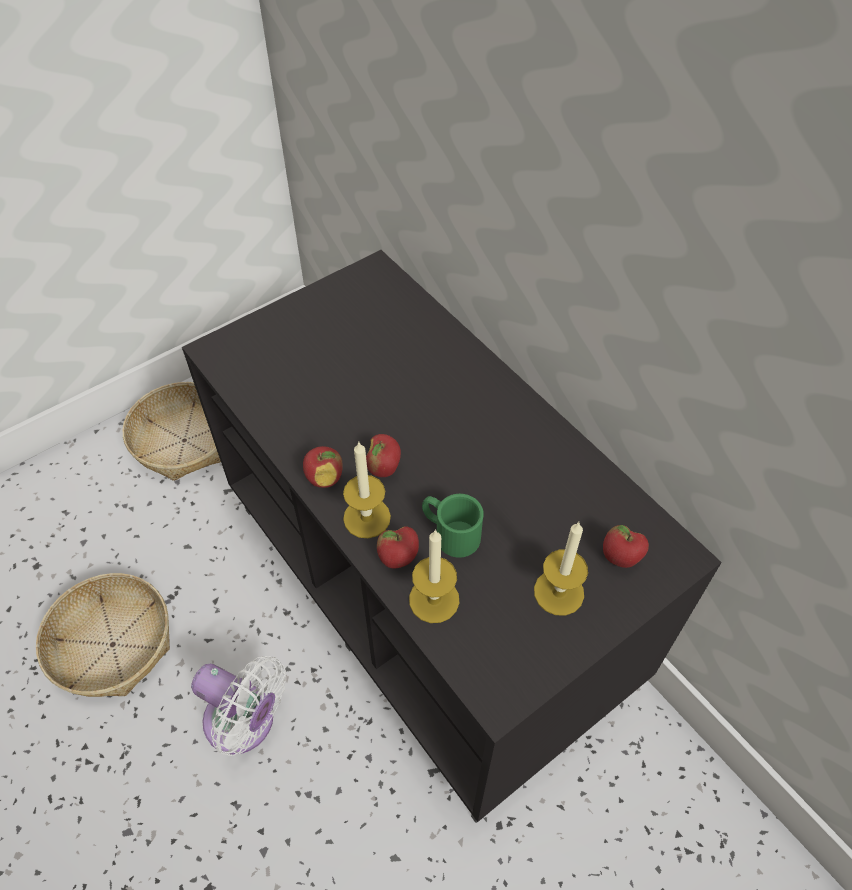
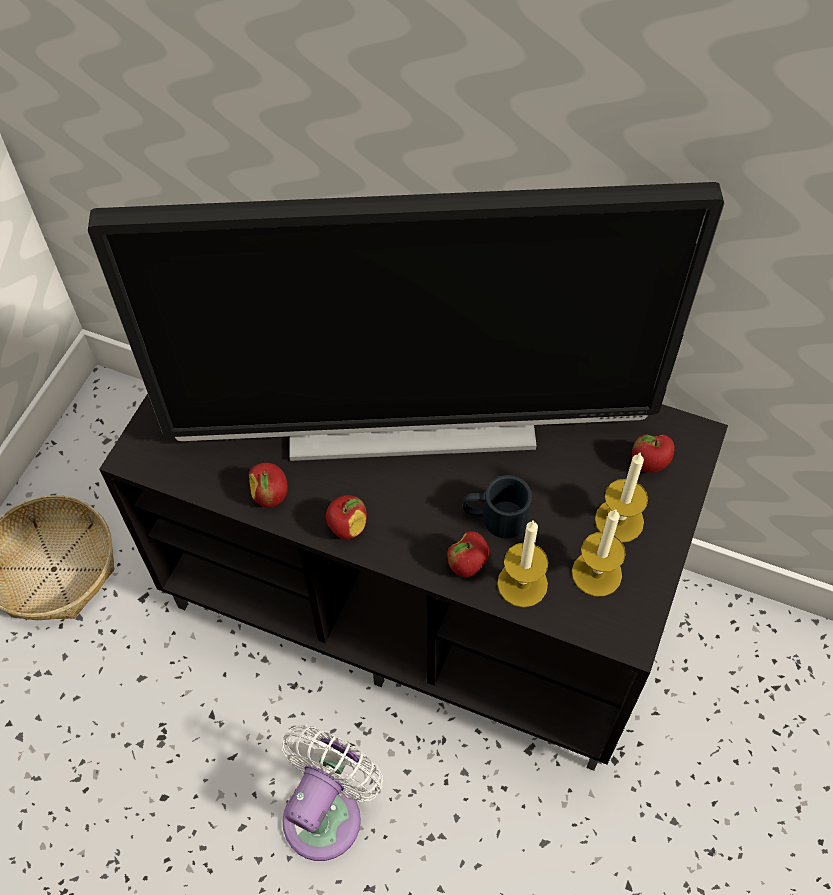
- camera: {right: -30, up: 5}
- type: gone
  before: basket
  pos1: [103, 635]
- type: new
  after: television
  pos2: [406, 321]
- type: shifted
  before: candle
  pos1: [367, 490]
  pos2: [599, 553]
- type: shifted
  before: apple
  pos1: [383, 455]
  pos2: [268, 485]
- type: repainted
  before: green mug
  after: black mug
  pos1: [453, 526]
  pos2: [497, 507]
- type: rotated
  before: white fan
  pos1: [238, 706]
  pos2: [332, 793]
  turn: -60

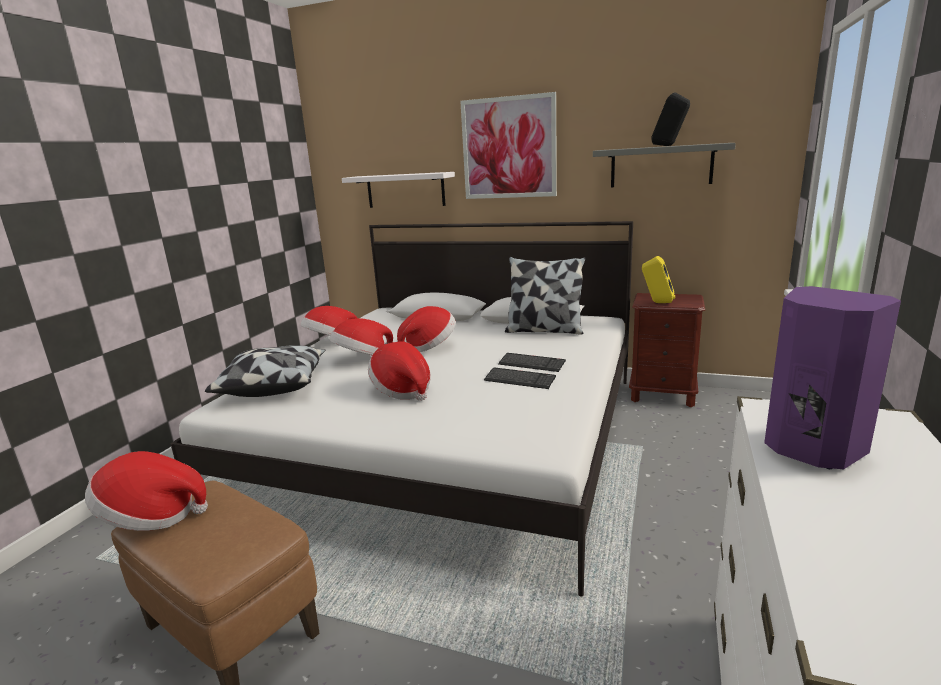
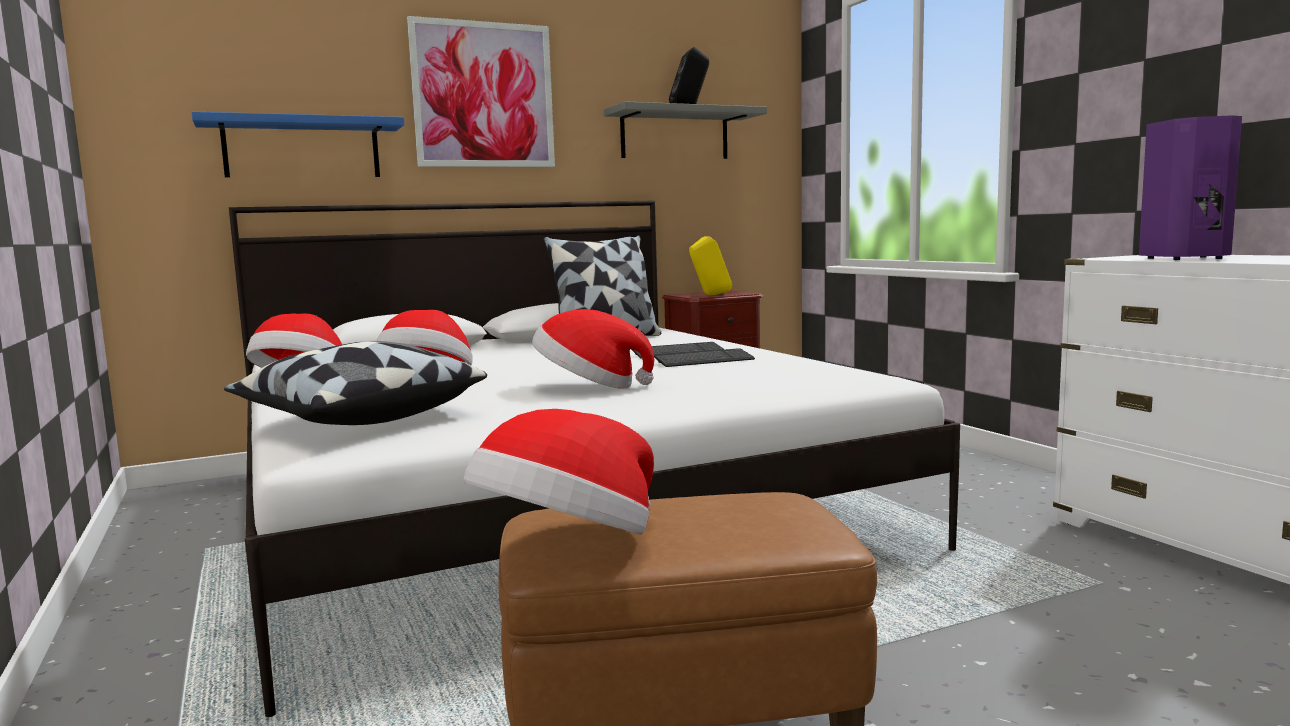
- camera: {right: -45, up: -10}
- type: gone
  before: hat
  pos1: [426, 329]
- type: repainted
  before: white shelf
  after: blue shelf
  pos1: [398, 190]
  pos2: [297, 144]

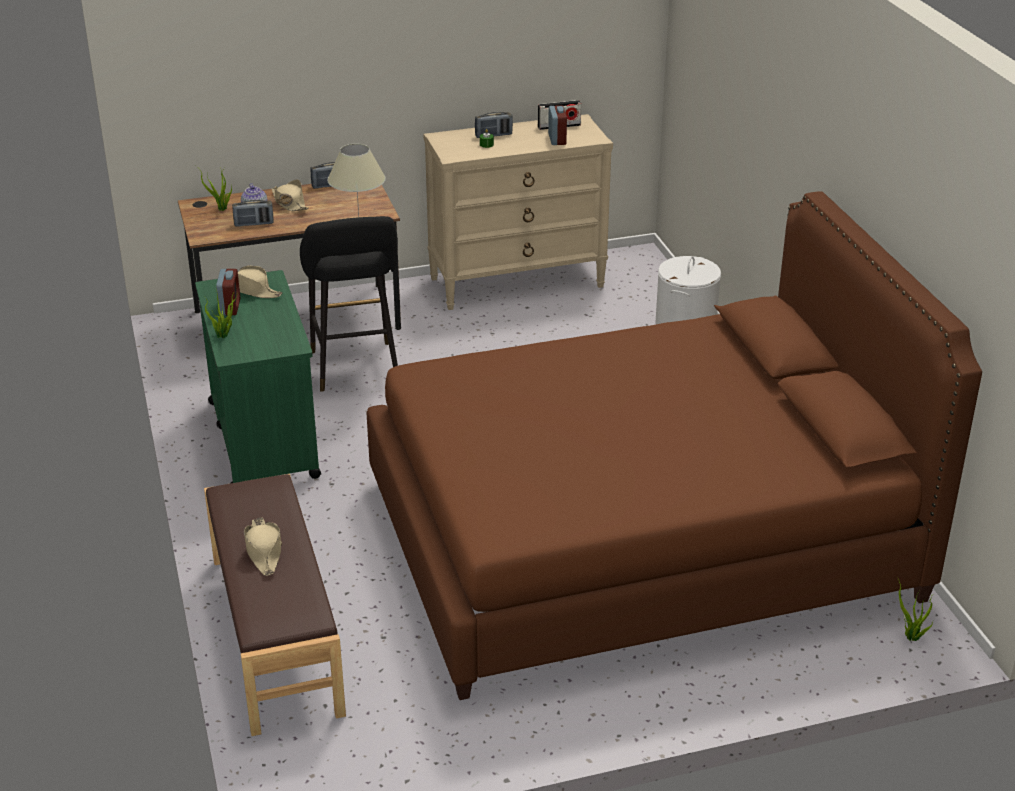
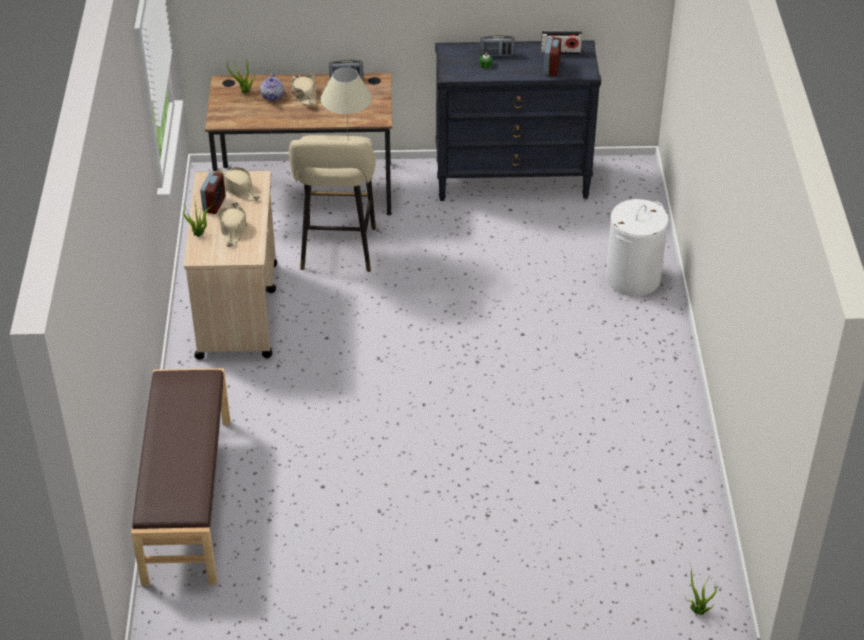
- camera: {right: 15, up: 10}
- type: gone
  before: radio
  pos1: [253, 213]
- type: gone
  before: brown bed
  pos1: [674, 446]
- type: shifted
  before: beige hat
  pos1: [263, 546]
  pos2: [232, 224]
- type: repainted
  before: green cart
  after: beige cart
  pos1: [258, 377]
  pos2: [230, 265]
- type: repainted
  before: black stool
  after: beige stool
  pos1: [349, 304]
  pos2: [332, 203]
- type: repainted
  before: beige dresser
  after: black dresser
  pos1: [518, 212]
  pos2: [518, 120]

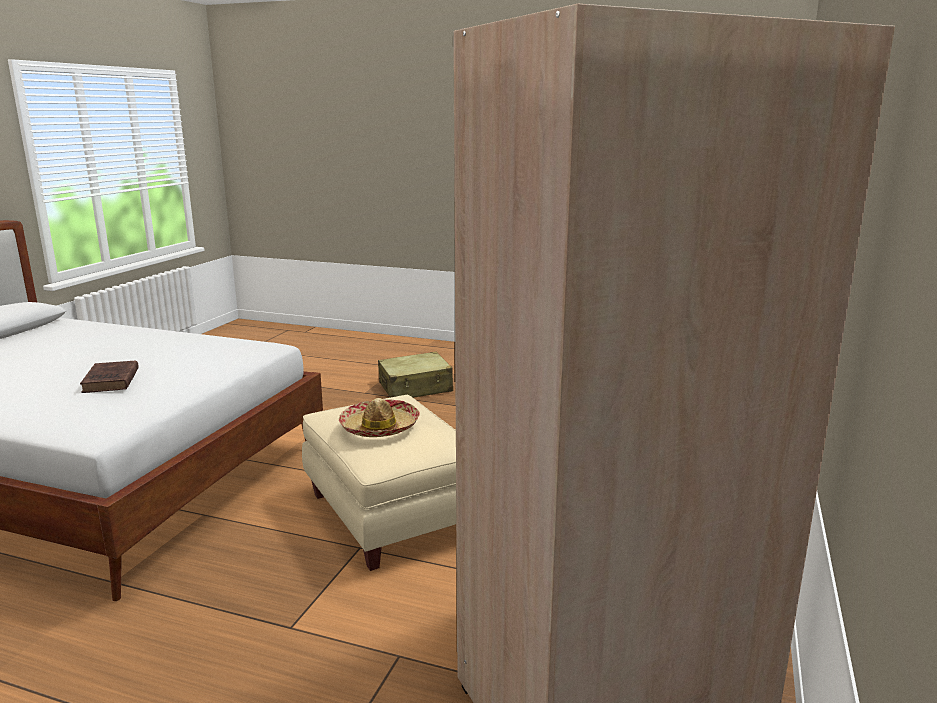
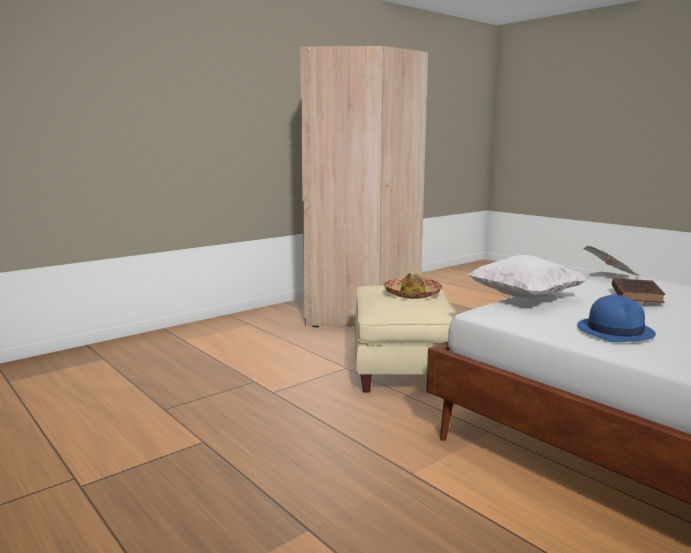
- camera: {right: -150, up: -5}
- type: gone
  before: beige suitcase
  pos1: [415, 375]
- type: new
  after: white pillow
  pos2: [527, 277]
- type: new
  after: blue hat
  pos2: [616, 318]
- type: new
  after: newspaper
  pos2: [610, 260]

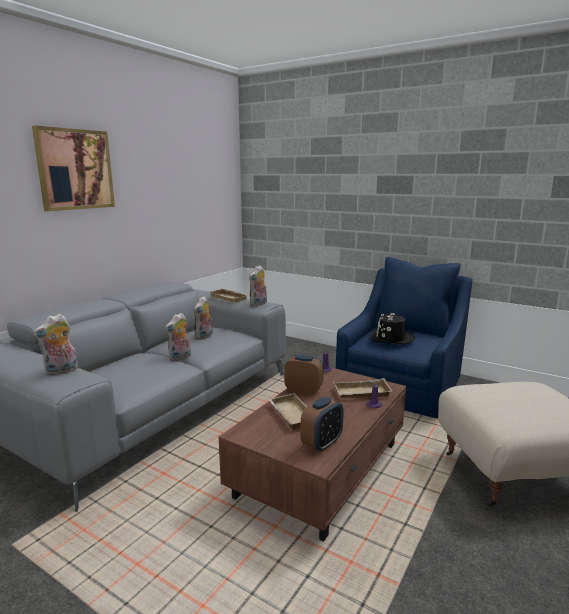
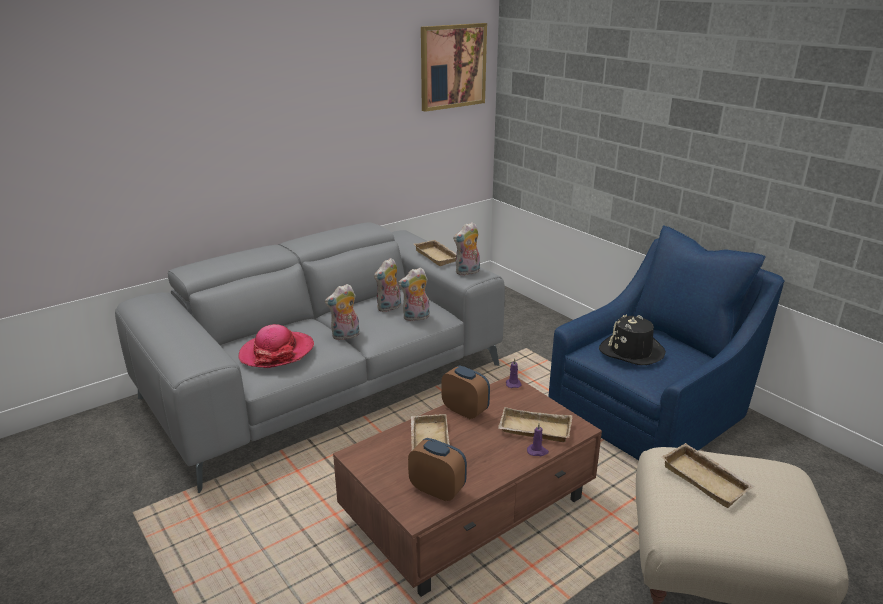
- camera: {right: 20, up: 10}
- type: new
  after: hat
  pos2: [276, 346]
- type: new
  after: beige tray
  pos2: [708, 475]
- type: shifted
  before: picture
  pos1: [73, 168]
  pos2: [454, 67]
- type: shifted
  before: plush toy
  pos1: [55, 345]
  pos2: [414, 294]
- type: rotated
  before: alarm clock
  pos1: [322, 424]
  pos2: [437, 469]
  turn: -120

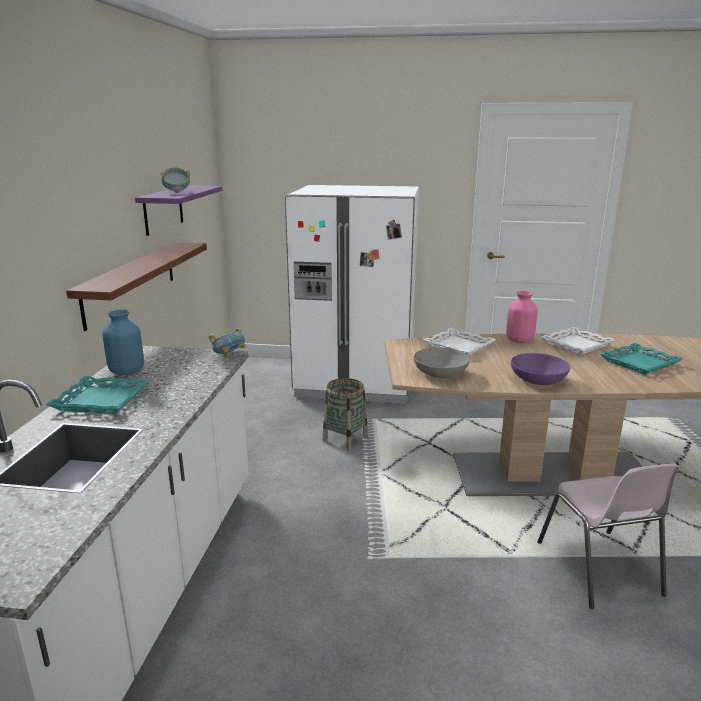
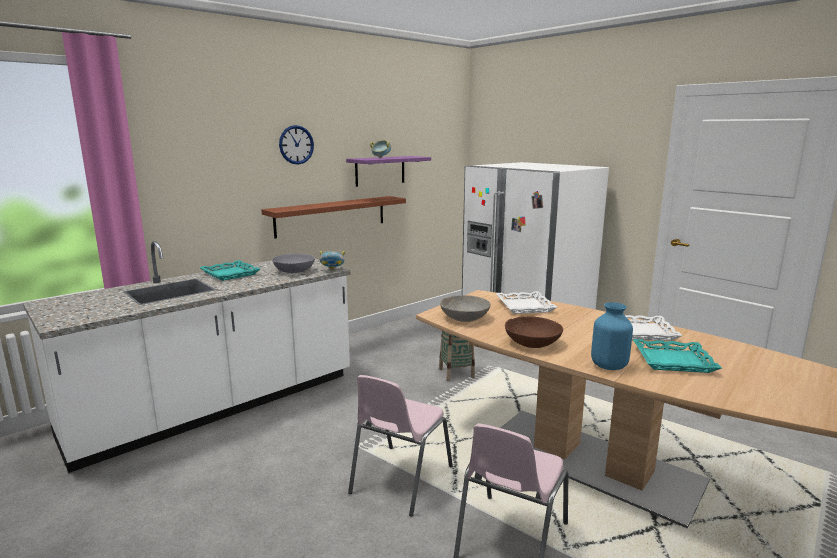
- camera: {right: 40, up: -5}
- type: gone
  before: pink vase
  pos1: [522, 317]
- type: new
  after: grey bowl
  pos2: [293, 263]
- type: new
  after: wall clock
  pos2: [296, 145]
- type: new
  after: pink chair
  pos2: [400, 446]
- type: shifted
  before: blue vase
  pos1: [123, 342]
  pos2: [612, 336]
- type: repainted
  before: purple bowl
  after: brown bowl
  pos1: [540, 369]
  pos2: [534, 332]

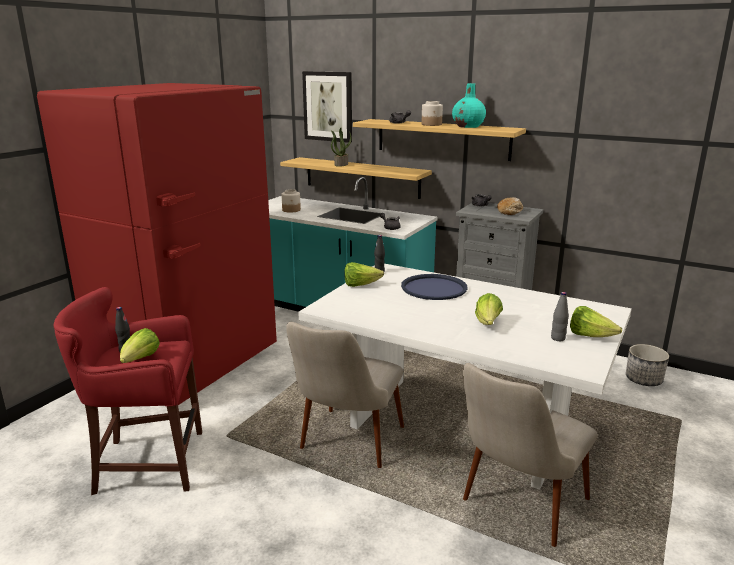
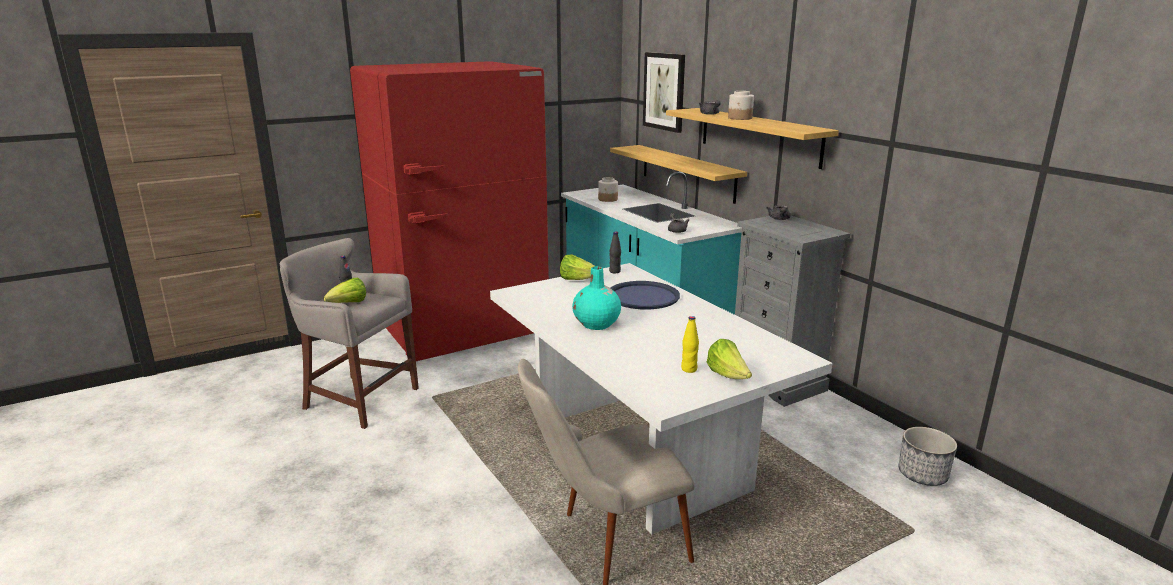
- camera: {right: 30, up: 0}
- type: gone
  before: beige chair
  pos1: [345, 395]
- type: gone
  before: potted plant
  pos1: [341, 147]
- type: gone
  before: lettuce
  pos1: [489, 309]
- type: gone
  before: bread
  pos1: [510, 206]
- type: shifted
  before: turquoise vase
  pos1: [469, 105]
  pos2: [596, 298]
- type: repainted
  before: red stool
  after: grey stool
  pos1: [128, 391]
  pos2: [349, 333]
- type: repainted
  before: grey bottle
  after: yellow bottle
  pos1: [560, 316]
  pos2: [690, 344]

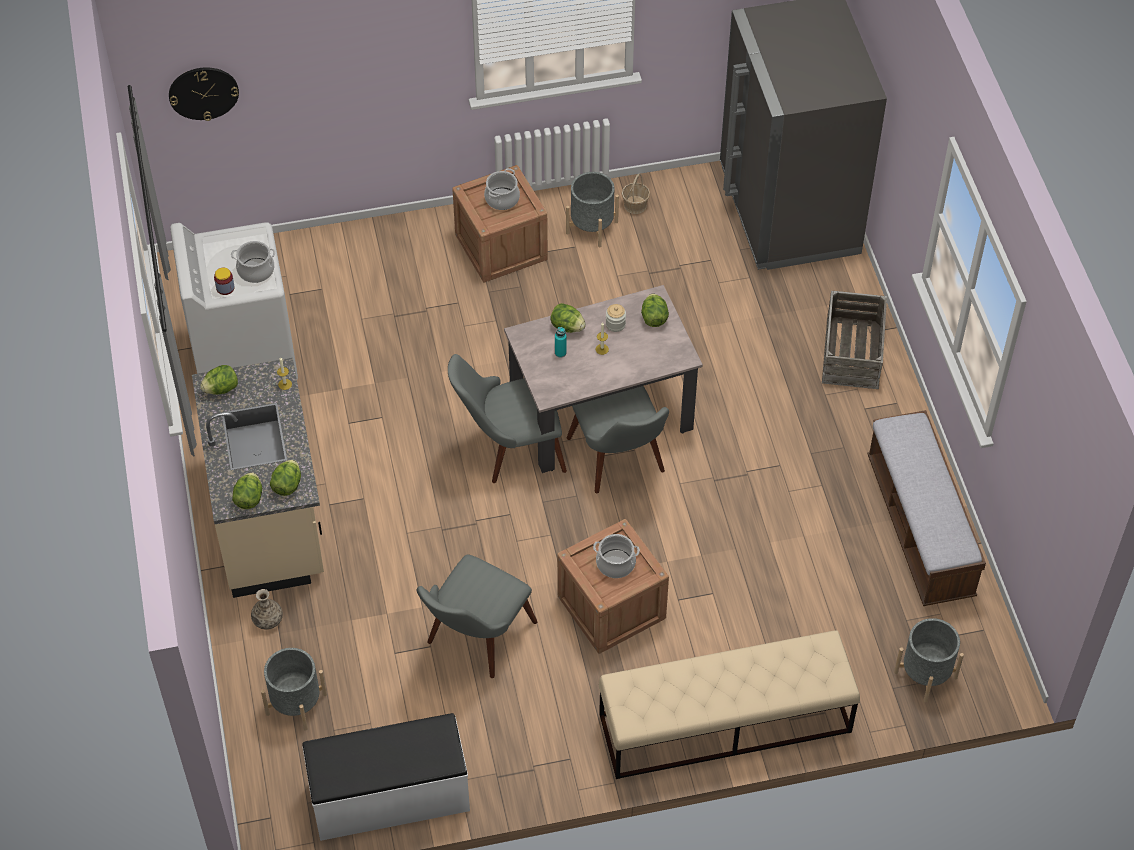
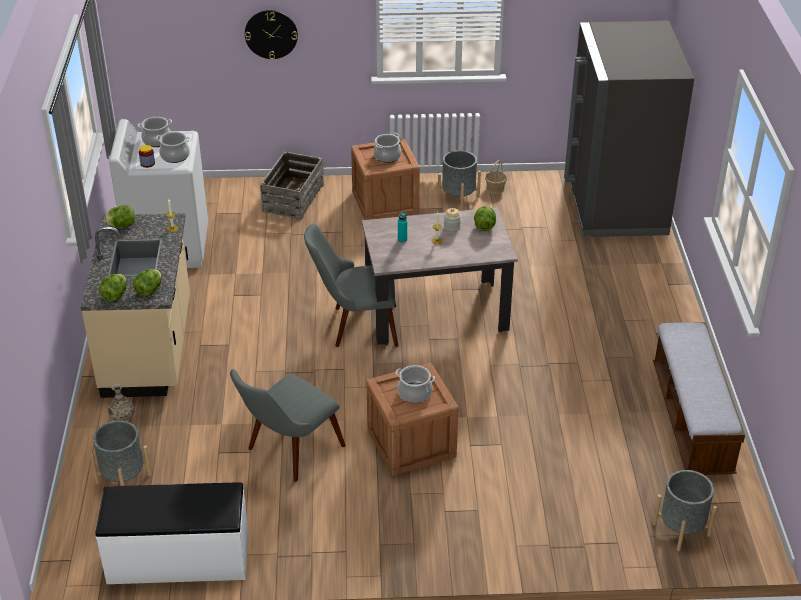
- camera: {right: 10, up: -15}
- type: gone
  before: lettuce
  pos1: [568, 318]
- type: gone
  before: grey chair
  pos1: [618, 439]
- type: gone
  before: beige bench
  pos1: [729, 704]
- type: new
  after: cooking pot
  pos2: [154, 132]
- type: shifted
  before: wall clock
  pos1: [204, 94]
  pos2: [271, 35]
- type: shifted
  before: crate
  pos1: [854, 340]
  pos2: [292, 185]

